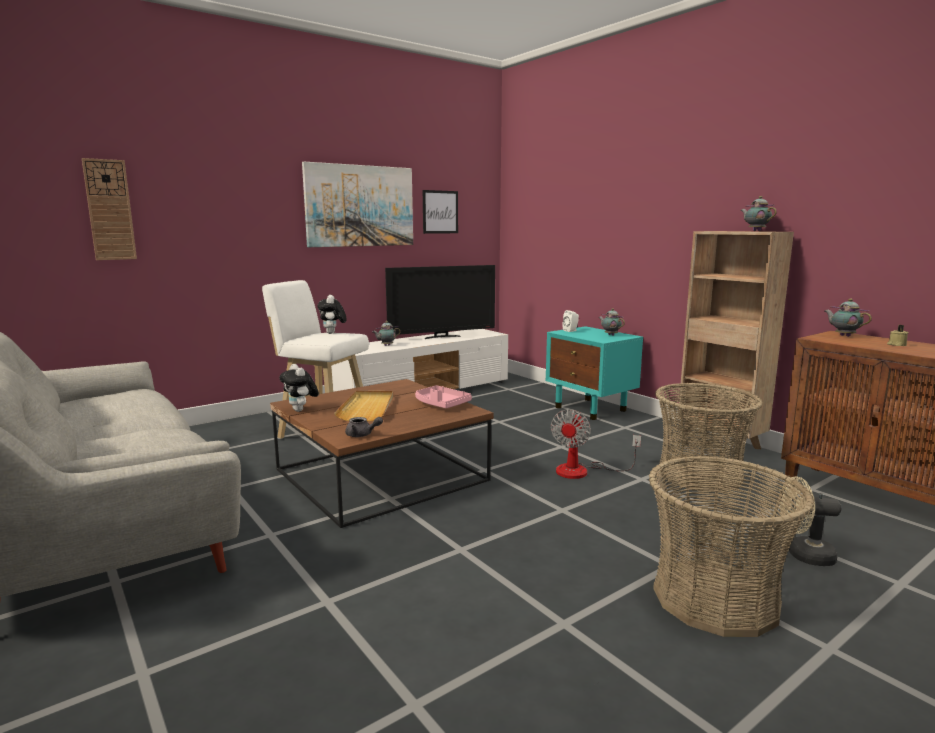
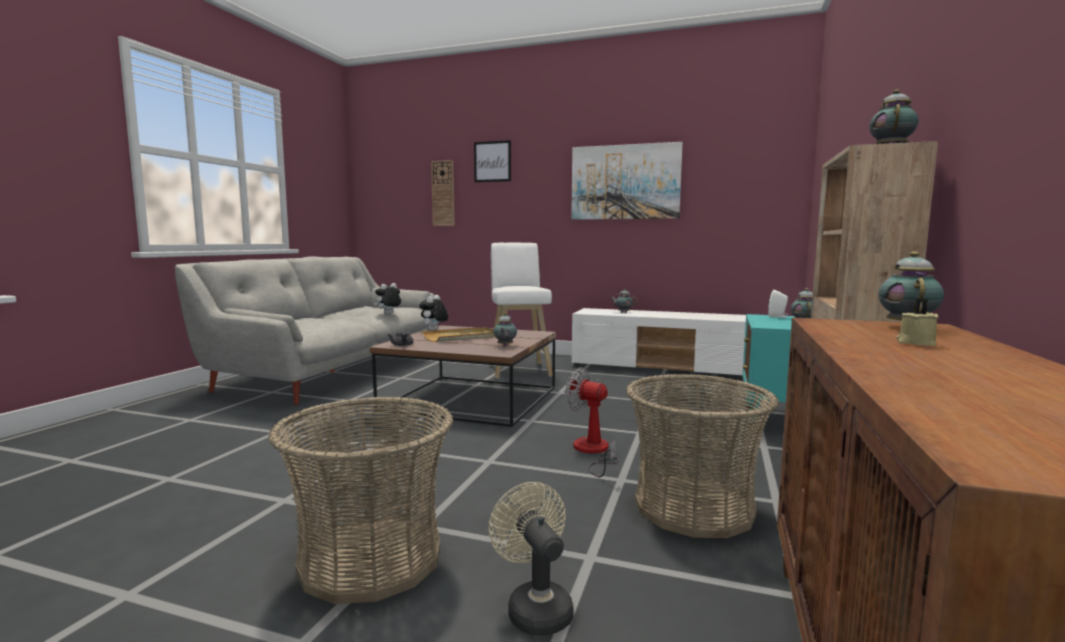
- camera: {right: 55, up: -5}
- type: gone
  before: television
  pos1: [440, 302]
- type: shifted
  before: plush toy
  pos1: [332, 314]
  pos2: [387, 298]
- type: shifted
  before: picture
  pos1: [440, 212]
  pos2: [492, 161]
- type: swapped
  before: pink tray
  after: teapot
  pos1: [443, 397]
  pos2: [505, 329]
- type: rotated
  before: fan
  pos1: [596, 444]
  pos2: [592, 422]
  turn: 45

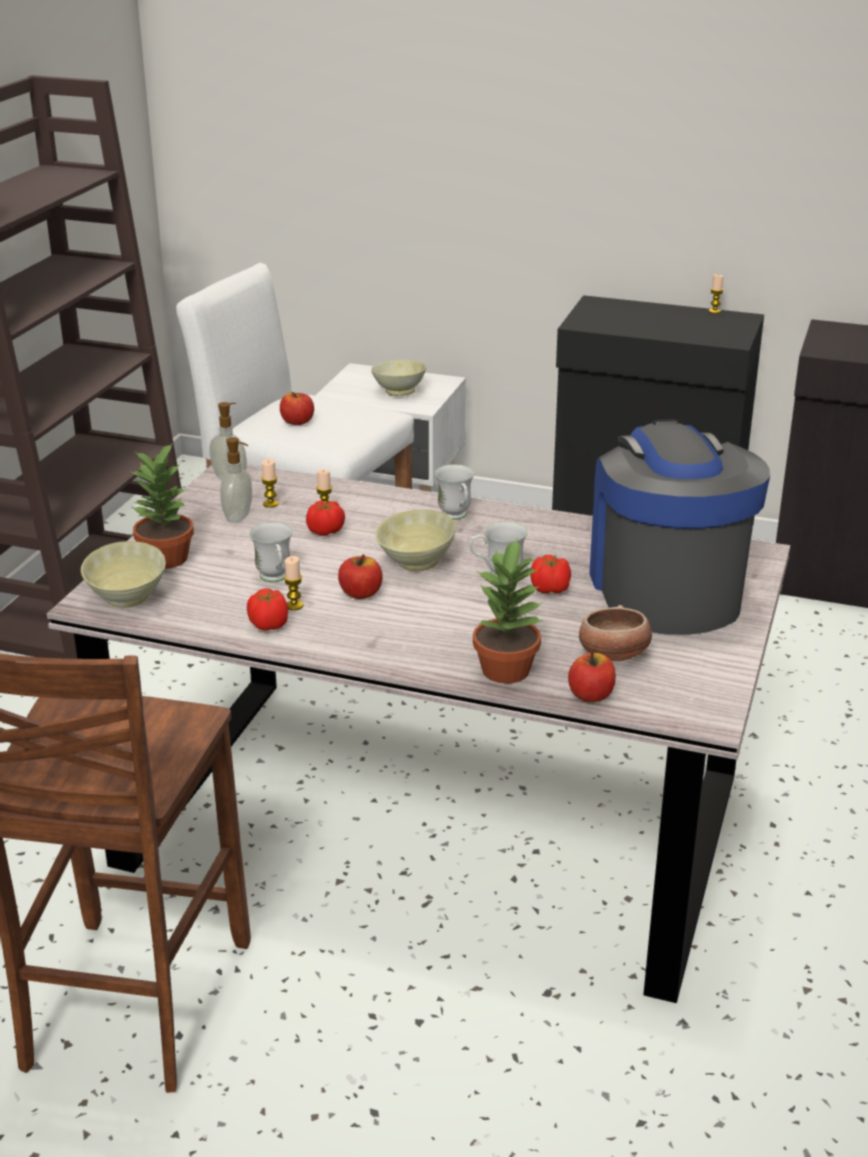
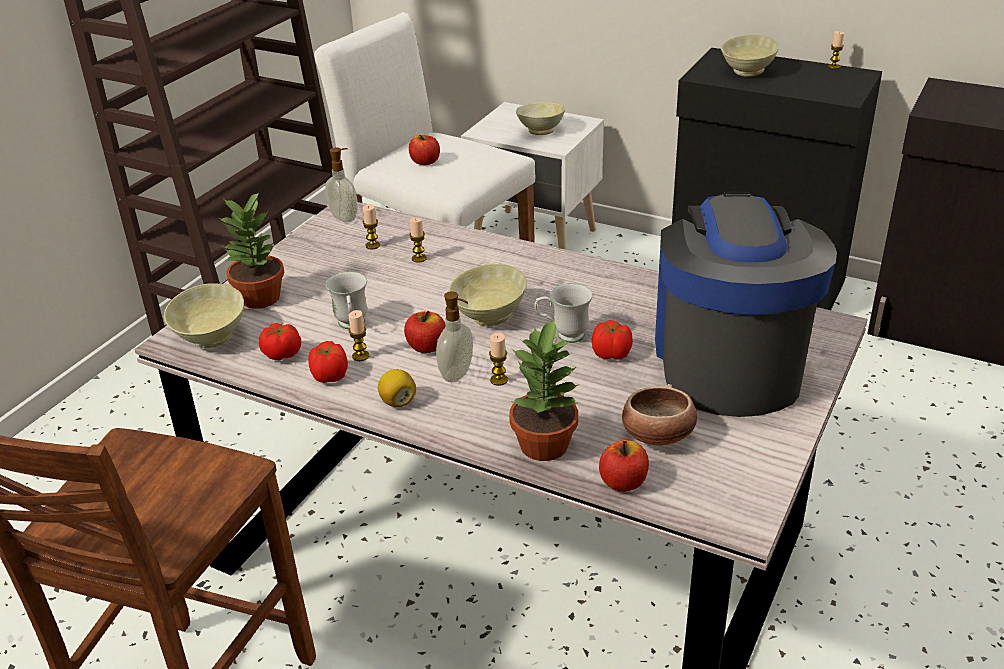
- camera: {right: 10, up: 5}
- type: gone
  before: white mug
  pos1: [454, 492]
- type: new
  after: lemon
  pos2: [397, 388]
- type: new
  after: candle
  pos2: [498, 359]
- type: new
  after: beige bowl
  pos2: [750, 56]
- type: shifted
  before: soap dispenser
  pos1: [236, 480]
  pos2: [454, 336]
- type: shifted
  before: tomato
  pos1: [325, 518]
  pos2: [280, 341]

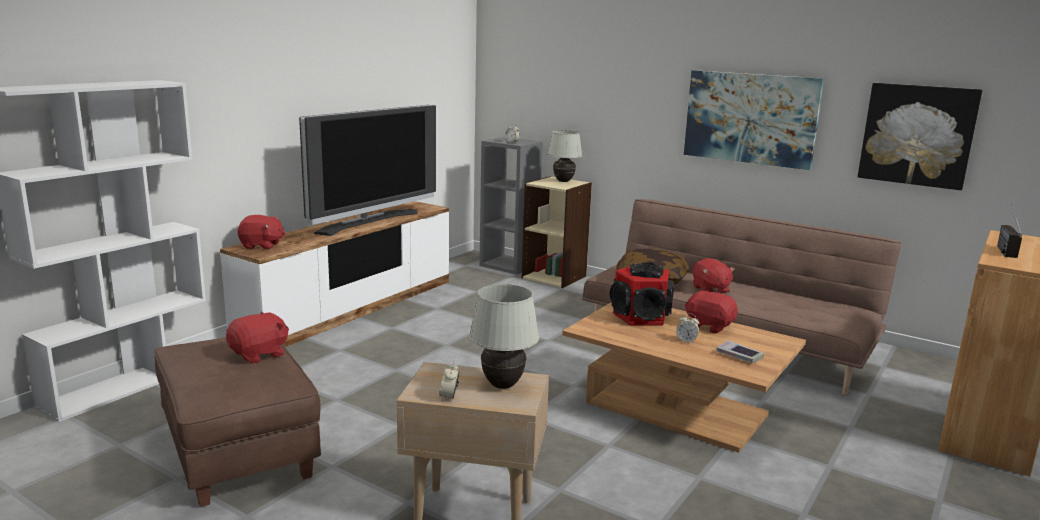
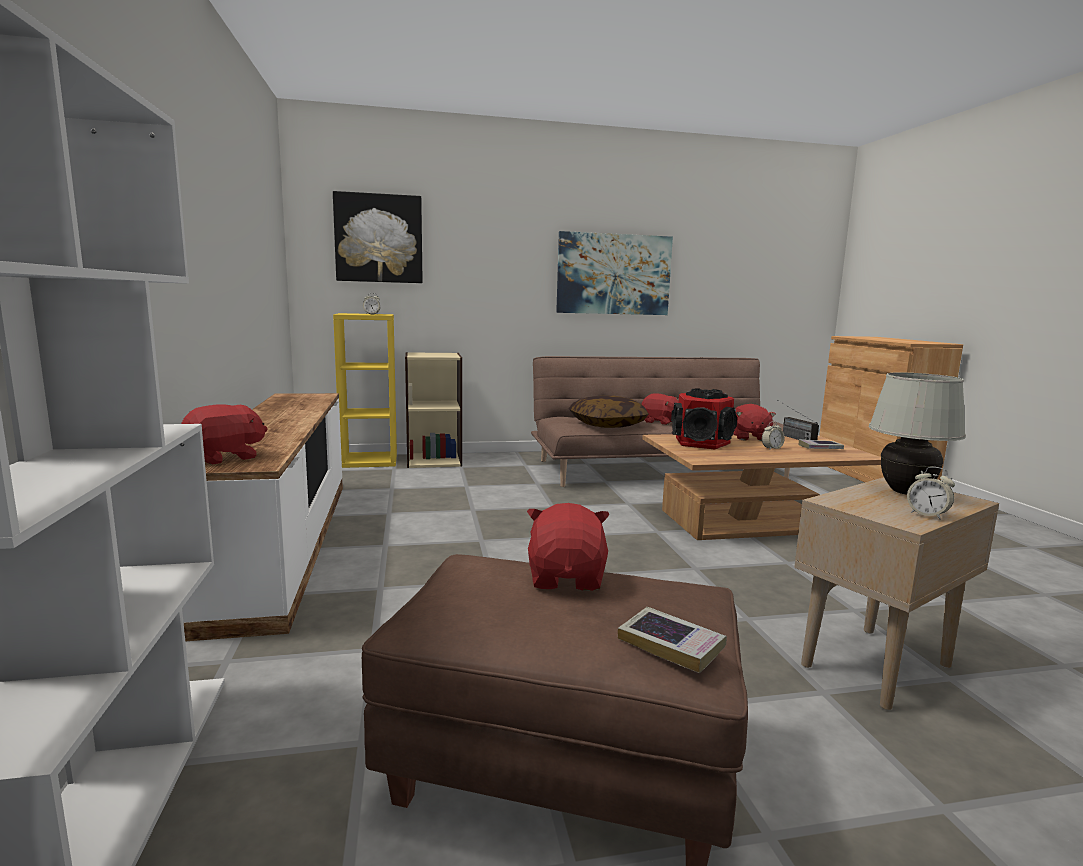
- camera: {right: -45, up: -5}
- type: gone
  before: television
  pos1: [367, 170]
- type: gone
  before: white table lamp
  pos1: [565, 156]
- type: new
  after: book
  pos2: [672, 640]
- type: shifted
  before: picture
  pos1: [920, 136]
  pos2: [378, 237]
- type: shifted
  before: radio
  pos1: [1009, 231]
  pos2: [798, 420]
- type: repainted
  before: grey bookcase
  after: yellow bookcase
  pos1: [511, 206]
  pos2: [365, 390]
- type: rotated
  before: red plush toy
  pos1: [711, 312]
  pos2: [755, 422]
  turn: -75

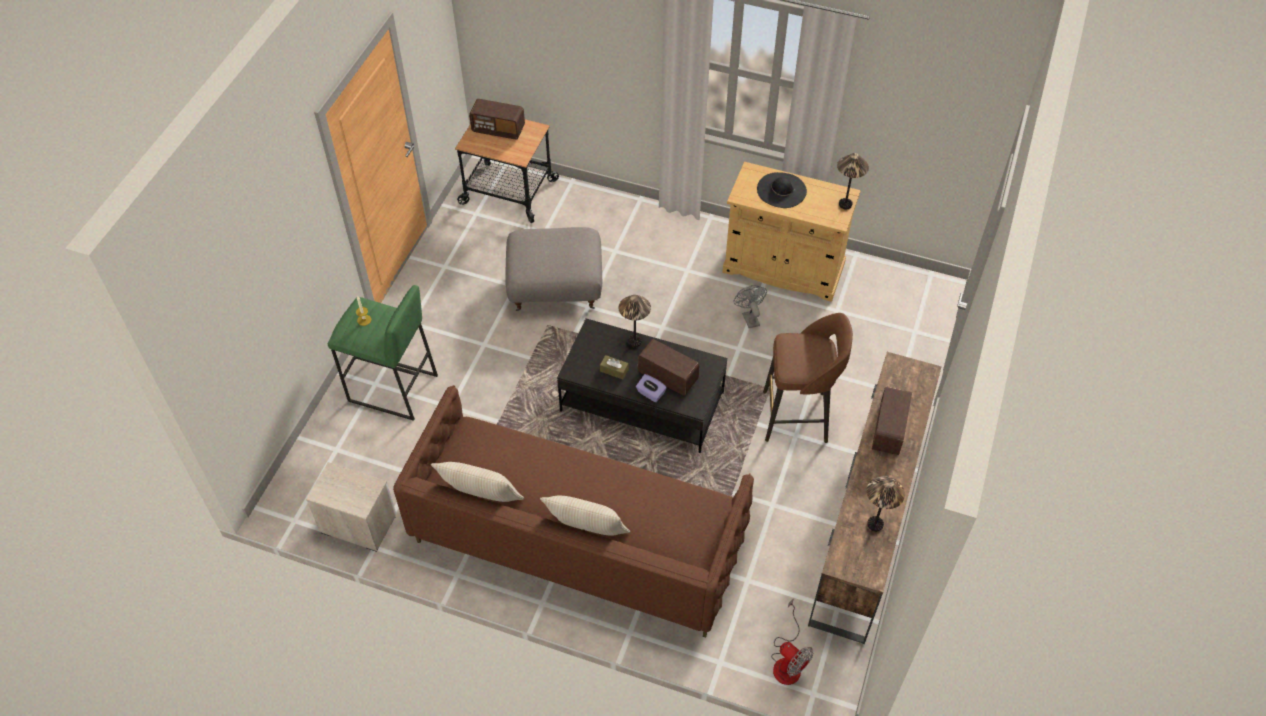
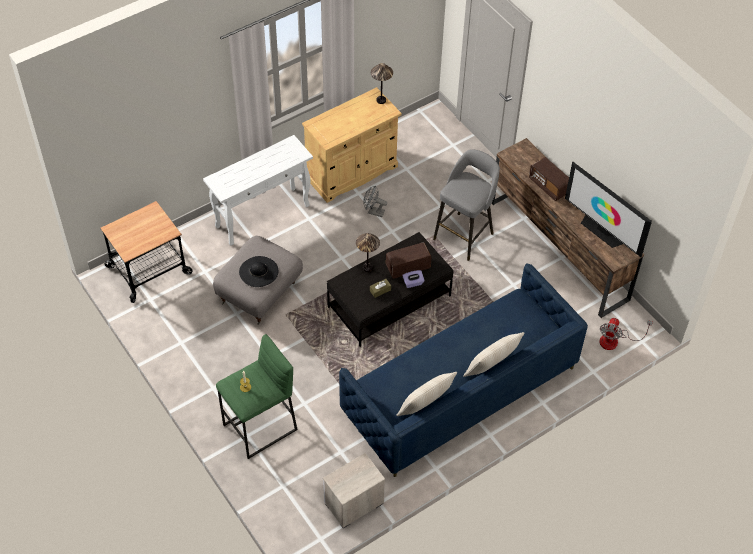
- camera: {right: -55, up: 0}
- type: gone
  before: radio
  pos1: [497, 119]
- type: new
  after: white console table
  pos2: [258, 190]
- type: shifted
  before: black hat
  pos1: [782, 190]
  pos2: [259, 271]
- type: swapped
  before: table lamp
  after: television
  pos1: [885, 504]
  pos2: [608, 209]
- type: repainted
  before: brown sofa
  after: blue sofa
  pos1: [573, 511]
  pos2: [463, 370]
- type: repainted
  before: brown stool
  after: grey stool
  pos1: [808, 378]
  pos2: [466, 205]
- type: rotated
  before: fan
  pos1: [792, 641]
  pos2: [626, 334]
  turn: 120

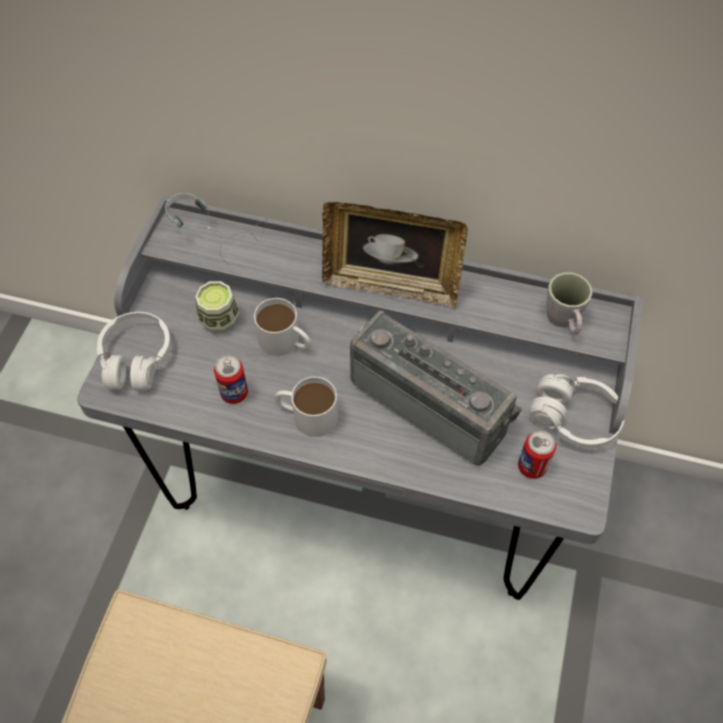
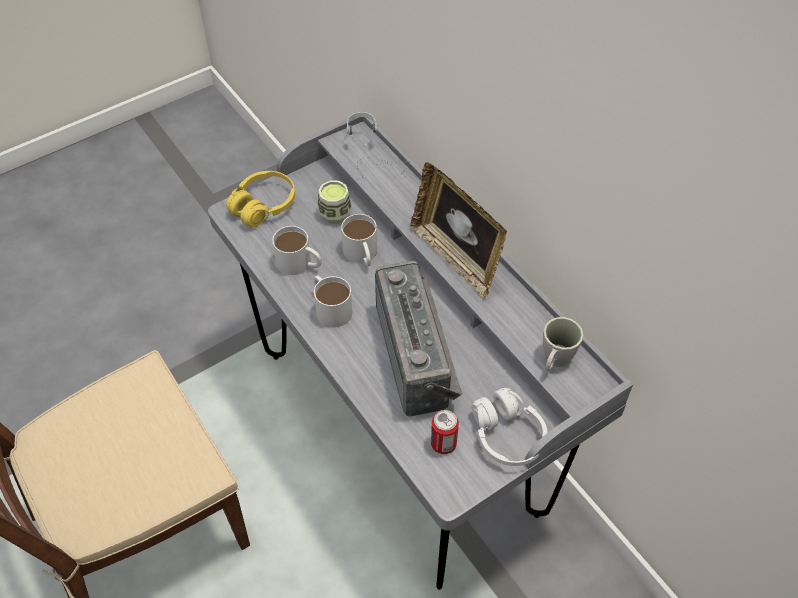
- camera: {right: 40, up: -5}
- type: swapped
  before: can
  after: white mug
  pos1: [231, 379]
  pos2: [297, 250]
- type: repainted
  before: white headphones
  after: yellow headphones
  pos1: [134, 351]
  pos2: [260, 199]

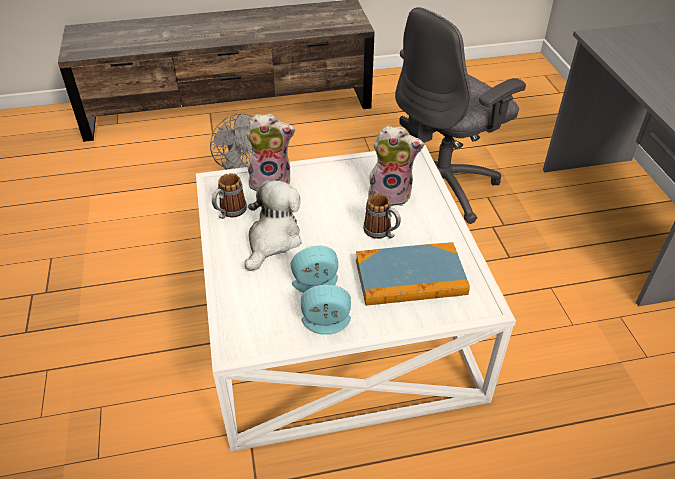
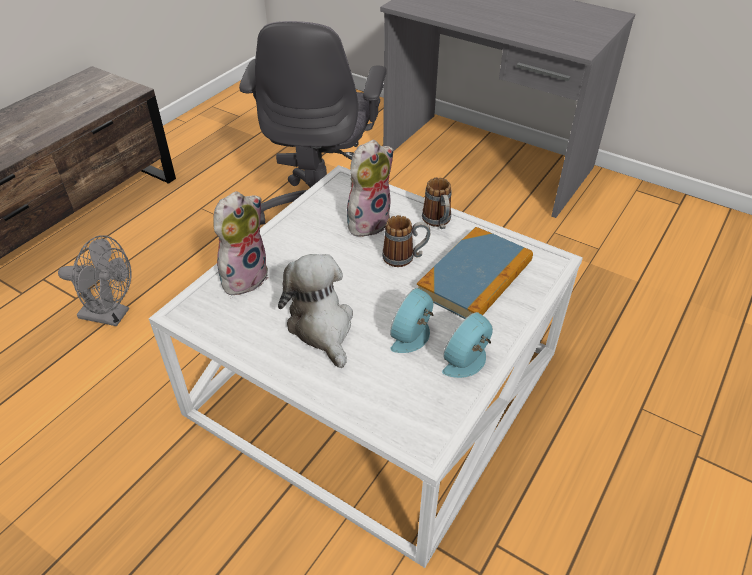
- camera: {right: -45, up: 0}
- type: shifted
  before: mug
  pos1: [229, 196]
  pos2: [437, 203]

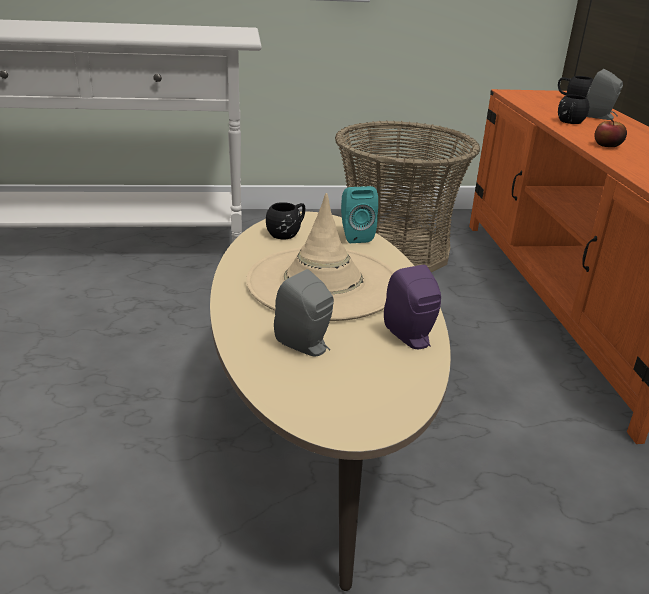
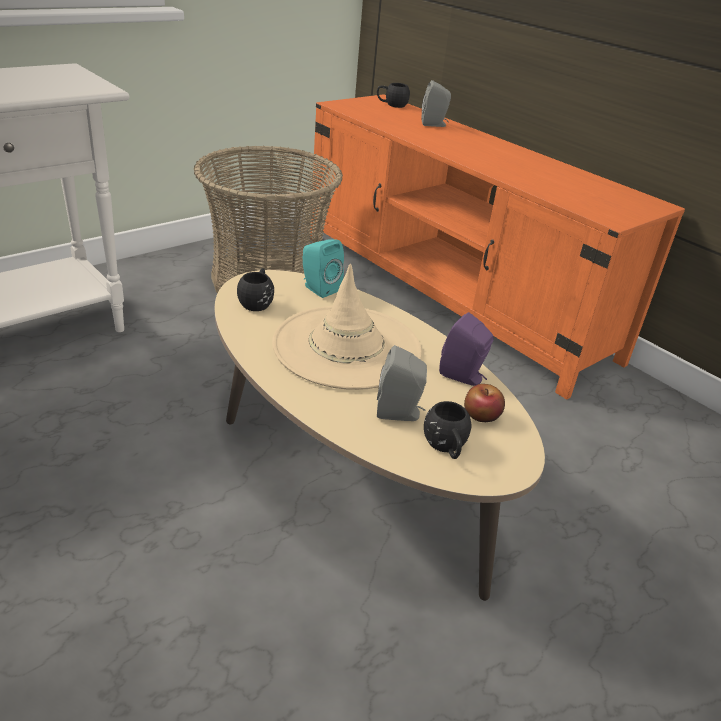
- camera: {right: -35, up: 5}
- type: shifted
  before: black mug
  pos1: [573, 109]
  pos2: [448, 430]
- type: shifted
  before: apple
  pos1: [610, 133]
  pos2: [484, 403]

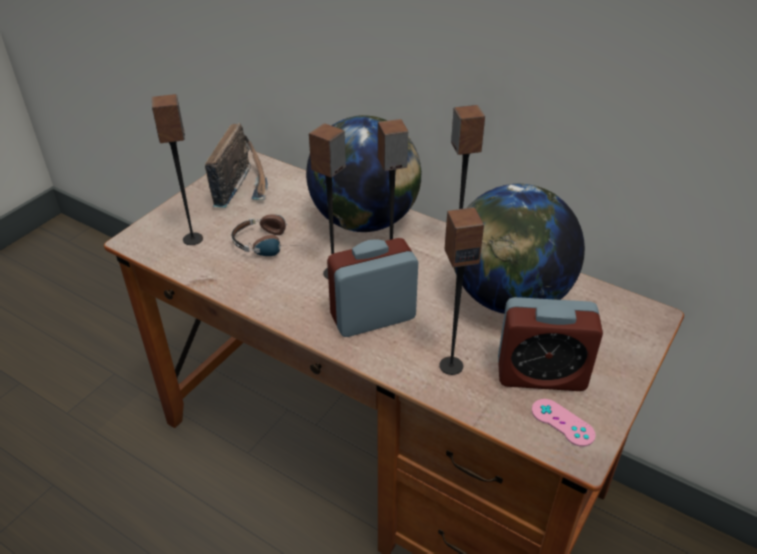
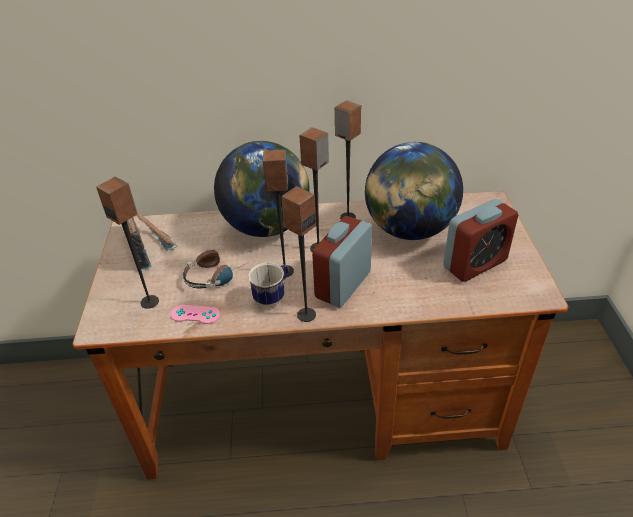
- camera: {right: -35, up: 0}
- type: new
  after: mug
  pos2: [268, 284]
- type: shifted
  before: speaker
  pos1: [461, 291]
  pos2: [298, 254]
- type: shifted
  before: pink game controller
  pos1: [564, 423]
  pos2: [195, 314]

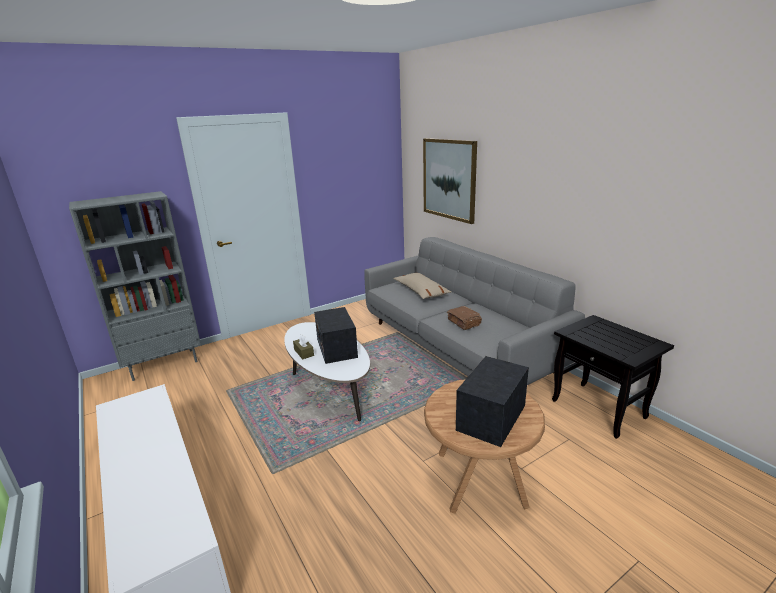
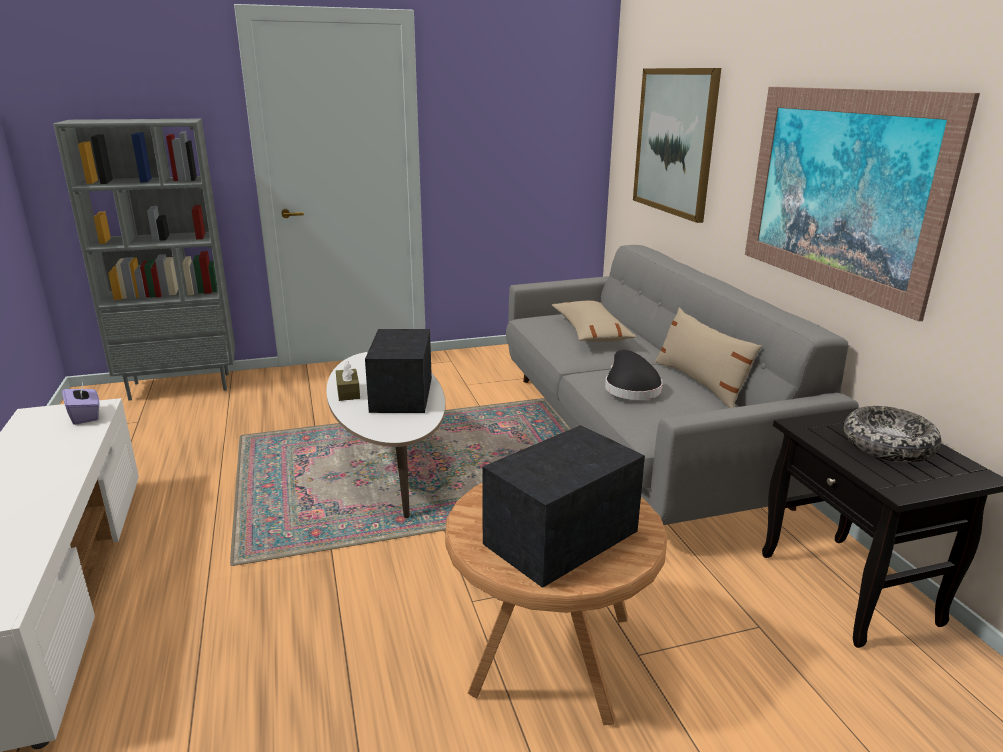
- camera: {right: 15, up: 0}
- type: new
  after: purple tissue box
  pos2: [81, 403]
- type: new
  after: beige pillow
  pos2: [708, 357]
- type: new
  after: picture
  pos2: [862, 204]
- type: new
  after: bowl
  pos2: [892, 434]
- type: swapped
  before: brown book
  after: black hat
  pos1: [464, 318]
  pos2: [634, 375]

